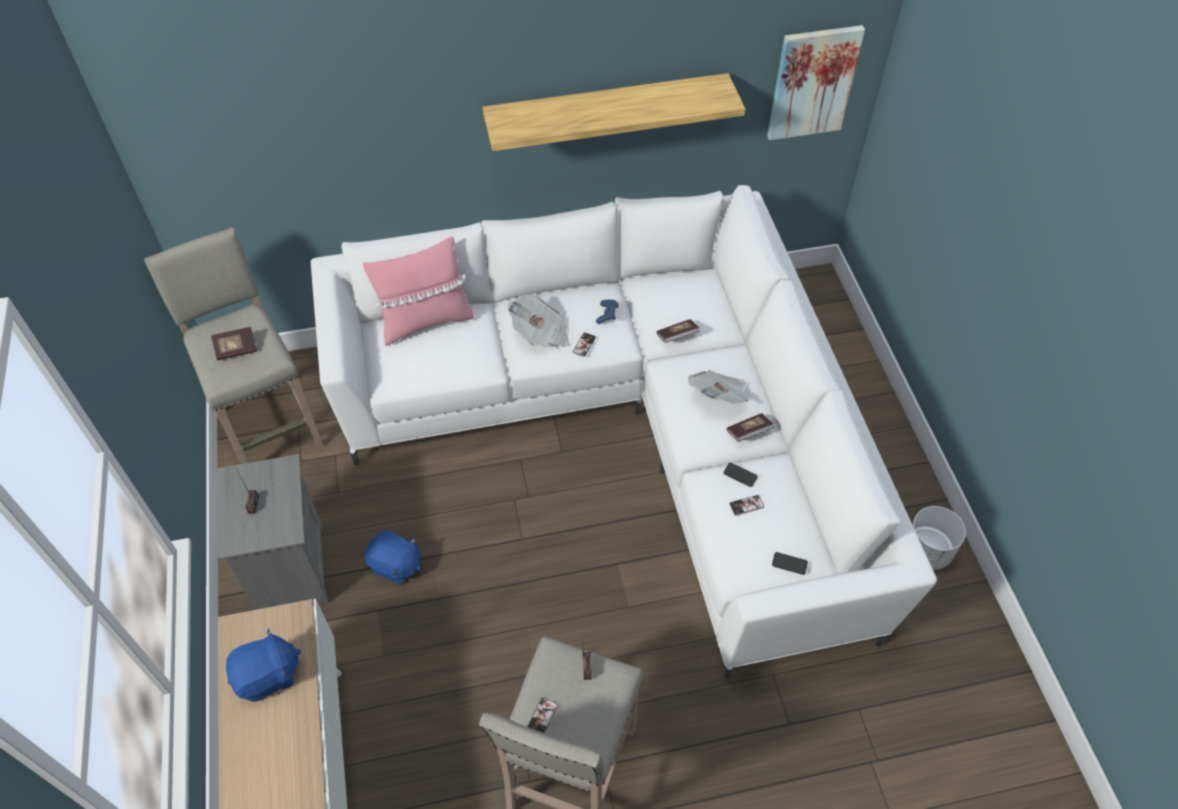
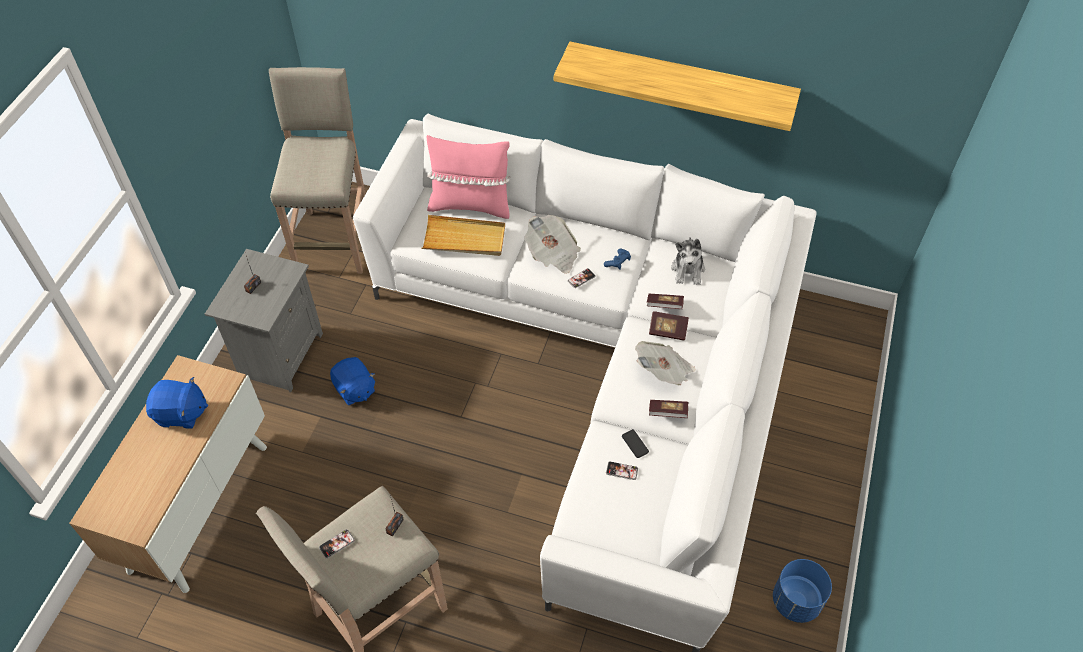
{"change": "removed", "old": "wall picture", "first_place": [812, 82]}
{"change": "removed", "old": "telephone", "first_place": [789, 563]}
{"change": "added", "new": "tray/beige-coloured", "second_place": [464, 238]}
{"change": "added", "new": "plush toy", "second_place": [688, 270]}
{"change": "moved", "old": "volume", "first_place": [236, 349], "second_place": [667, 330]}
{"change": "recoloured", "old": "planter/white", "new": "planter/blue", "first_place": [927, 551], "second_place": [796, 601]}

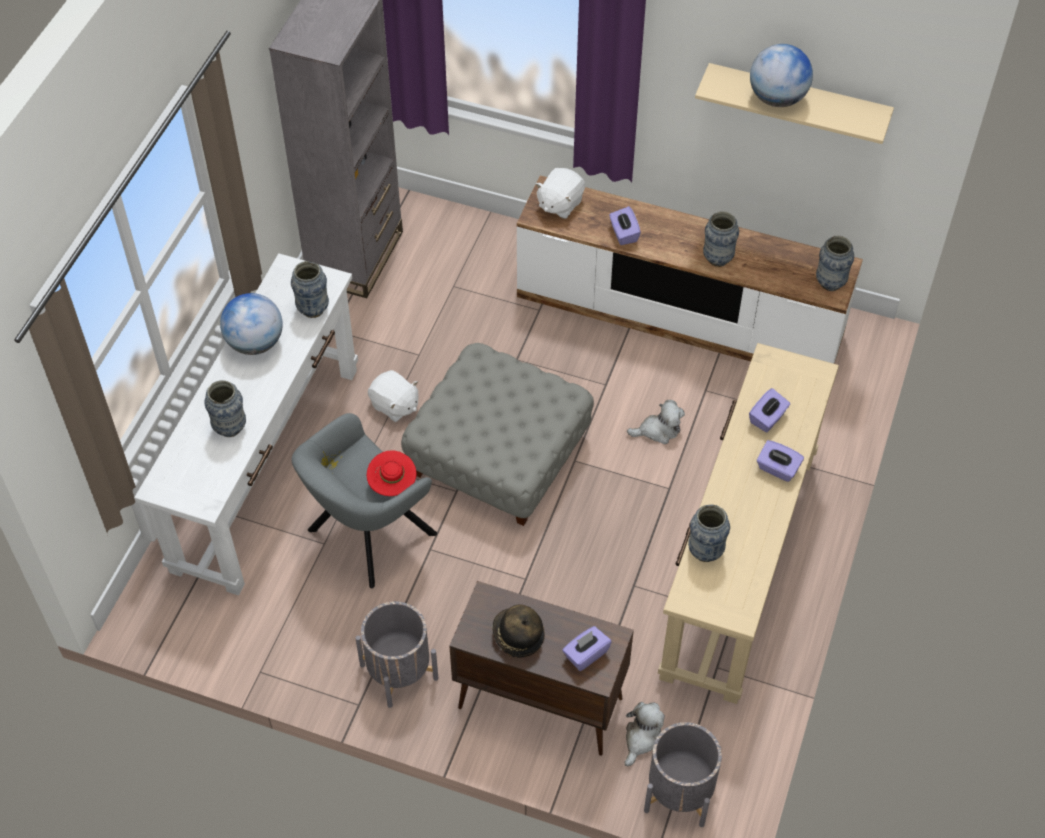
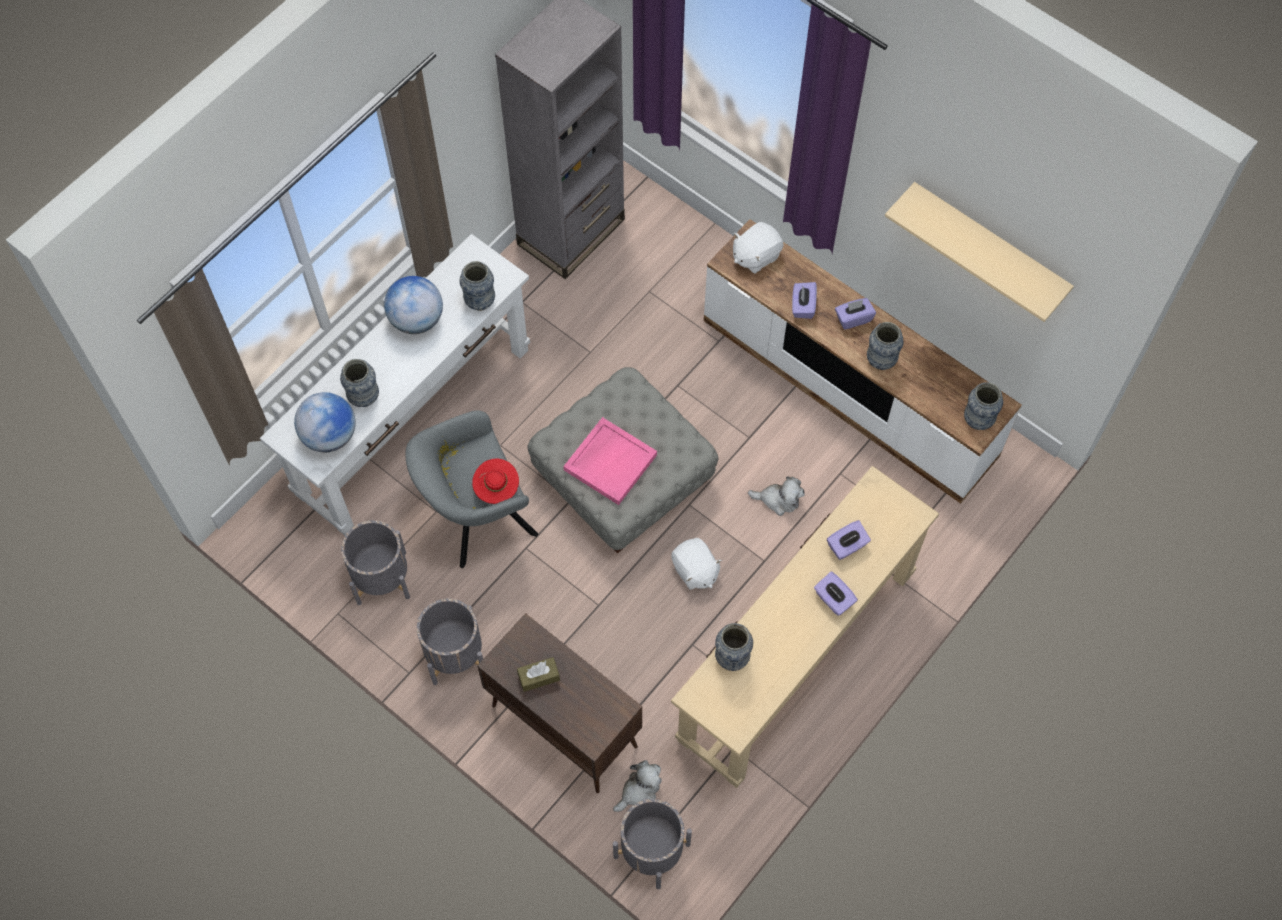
{"change": "added", "new": "planter/grey", "second_place": [381, 577]}
{"change": "added", "new": "tray/pink", "second_place": [610, 461]}
{"change": "moved", "old": "plush toy/white", "first_place": [394, 406], "second_place": [695, 571]}
{"change": "moved", "old": "tissue box/purplish", "first_place": [586, 654], "second_place": [853, 318]}
{"change": "moved", "old": "globe", "first_place": [777, 98], "second_place": [329, 435]}
{"change": "replaced", "old": "wearable hat", "new": "tissue box/brown-coloured", "first_place": [517, 636], "second_place": [539, 677]}

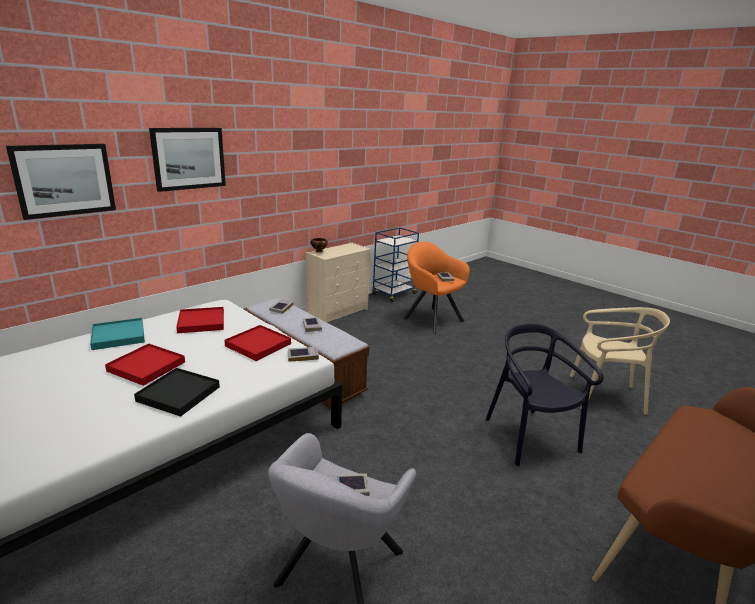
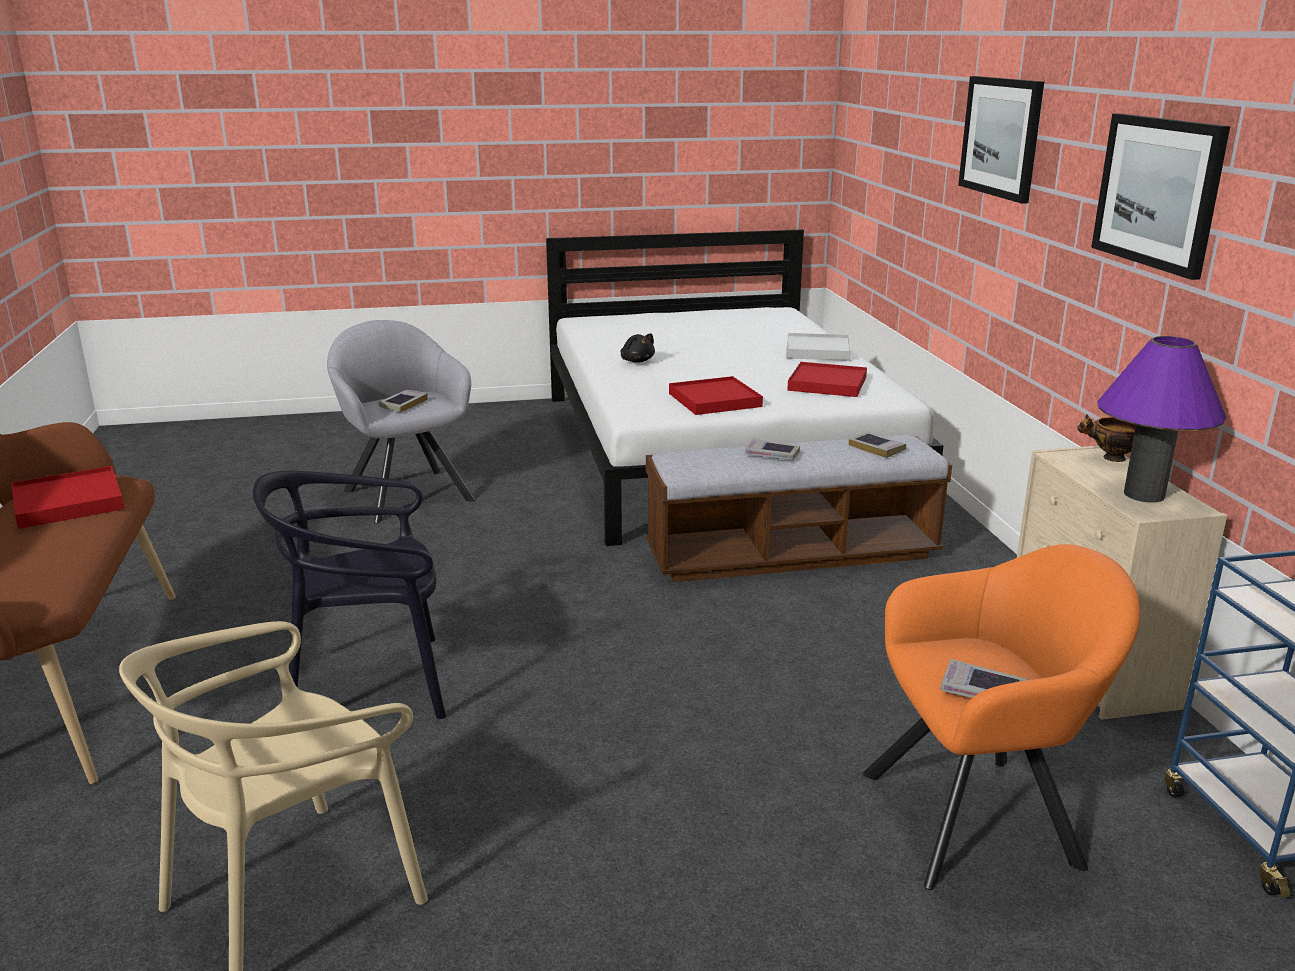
{"change": "removed", "old": "volume", "first_place": [303, 356]}
{"change": "added", "new": "table lamp/purplish", "second_place": [1144, 495]}
{"change": "moved", "old": "wall picture", "first_place": [64, 180], "second_place": [1158, 192]}
{"change": "moved", "old": "tray/red-coloured", "first_place": [146, 366], "second_place": [69, 502]}
{"change": "replaced", "old": "tray/blackish", "new": "plush toy/blackish", "first_place": [178, 394], "second_place": [637, 361]}
{"change": "recoloured", "old": "tray/turquoise", "new": "tray/white", "first_place": [118, 336], "second_place": [818, 351]}
{"change": "turned", "old": "upright chair/blackish", "first_place": [529, 437], "second_place": [369, 686], "degrees": 150}

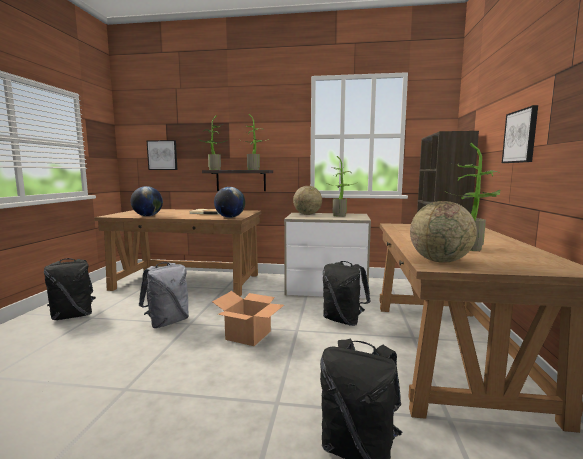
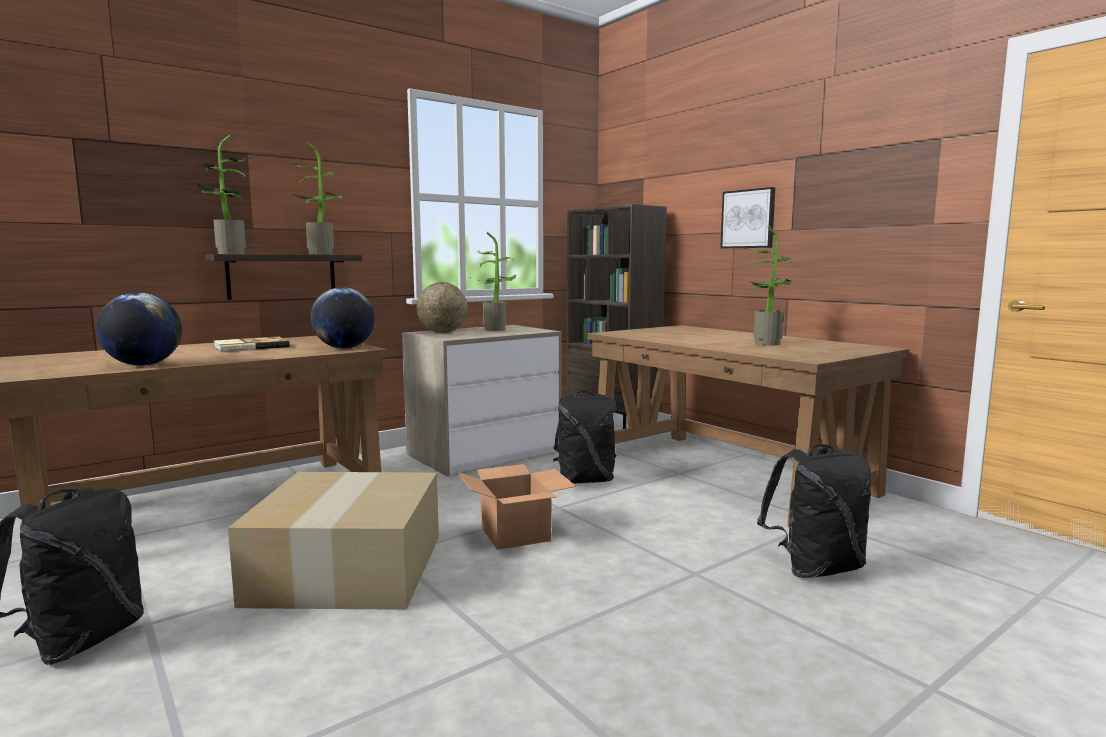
{"change": "removed", "old": "wall picture", "first_place": [162, 155]}
{"change": "removed", "old": "globe", "first_place": [440, 261]}
{"change": "replaced", "old": "knapsack/grey", "new": "carton", "first_place": [167, 322], "second_place": [346, 567]}

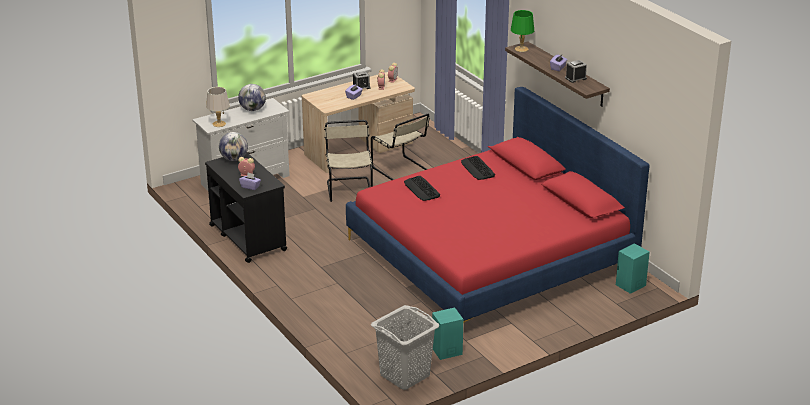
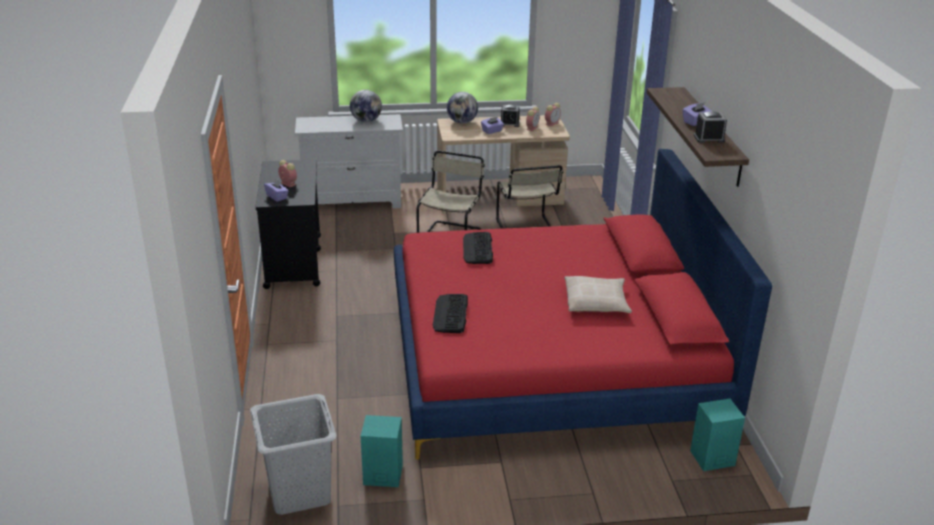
{"change": "removed", "old": "table lamp/grey", "first_place": [219, 124]}
{"change": "removed", "old": "table lamp/green-coloured", "first_place": [521, 49]}
{"change": "added", "new": "throw pillow/beige-coloured", "second_place": [596, 302]}
{"change": "moved", "old": "globe", "first_place": [234, 159], "second_place": [462, 122]}
{"change": "moved", "old": "keyboard", "first_place": [477, 169], "second_place": [451, 314]}

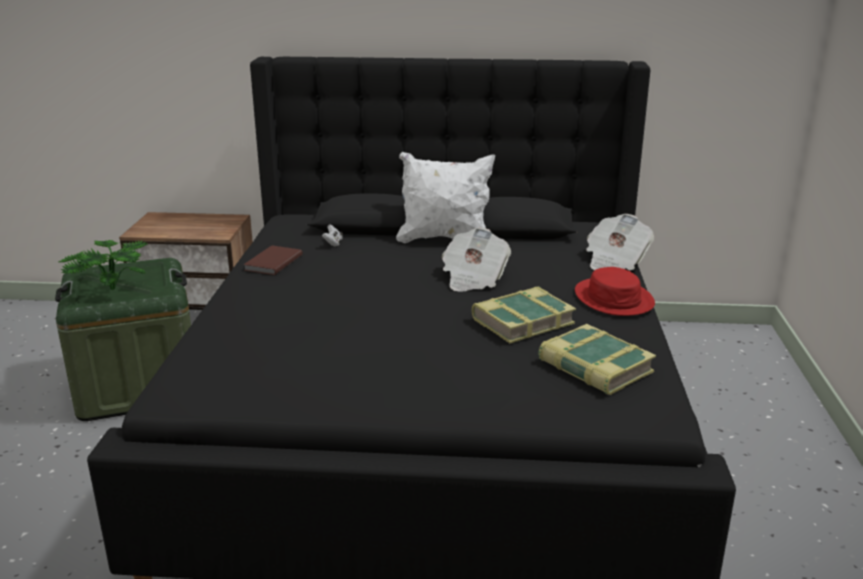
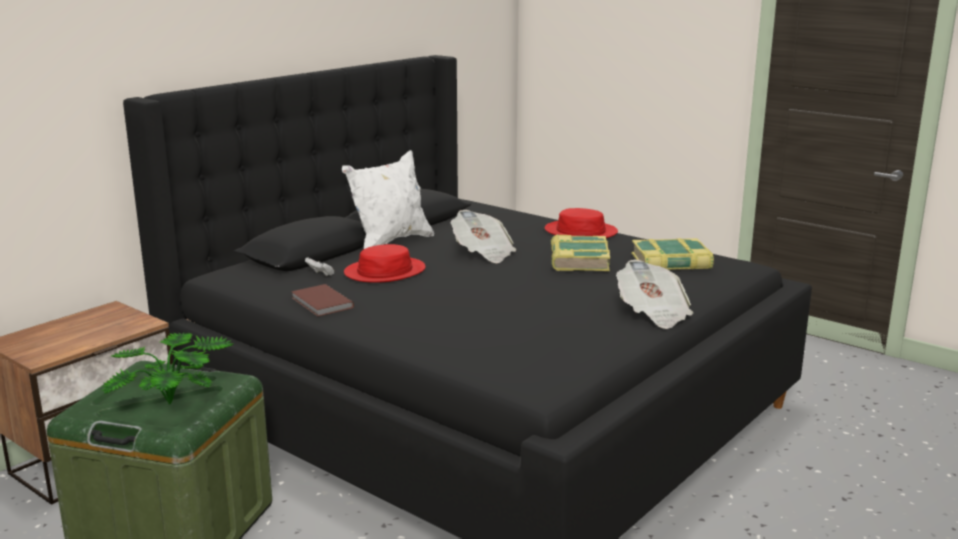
{"change": "added", "new": "wearable hat/red-coloured", "second_place": [384, 271]}
{"change": "moved", "old": "printed paper", "first_place": [615, 261], "second_place": [653, 313]}

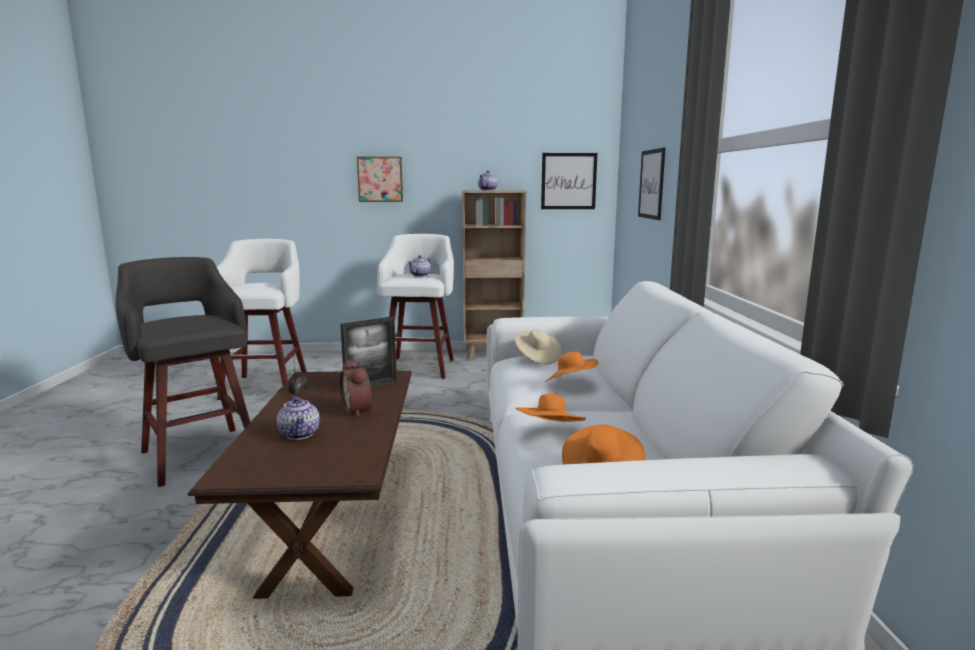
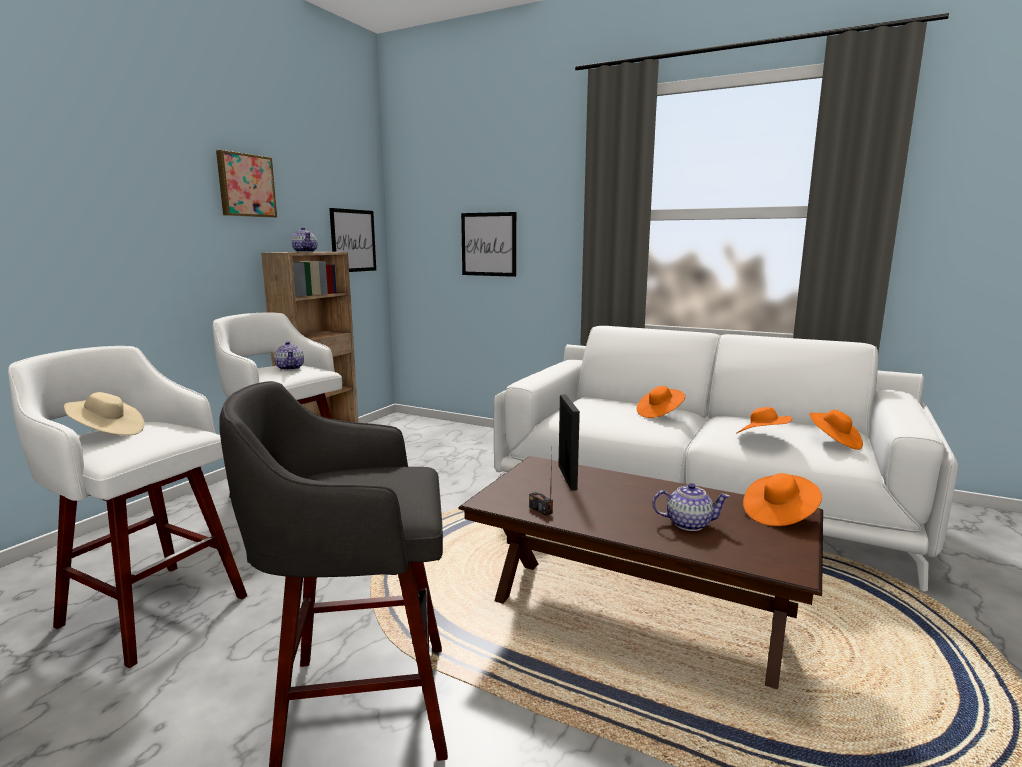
{"change": "removed", "old": "alarm clock", "first_place": [359, 410]}
{"change": "added", "new": "wearable hat/orange-coloured", "second_place": [779, 515]}
{"change": "moved", "old": "wall picture", "first_place": [380, 179], "second_place": [245, 185]}
{"change": "moved", "old": "wearable hat/beige-coloured", "first_place": [537, 358], "second_place": [107, 433]}

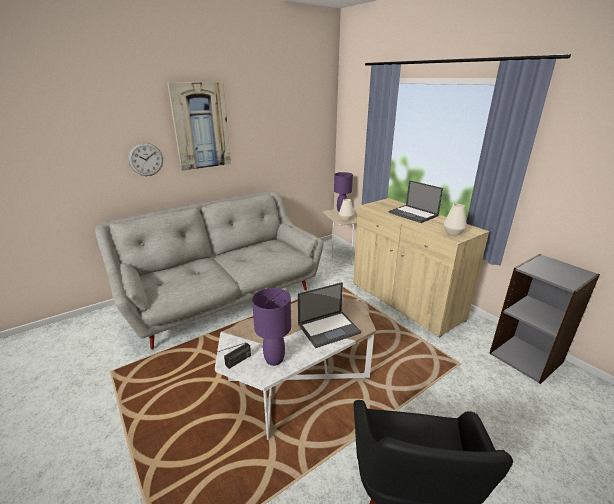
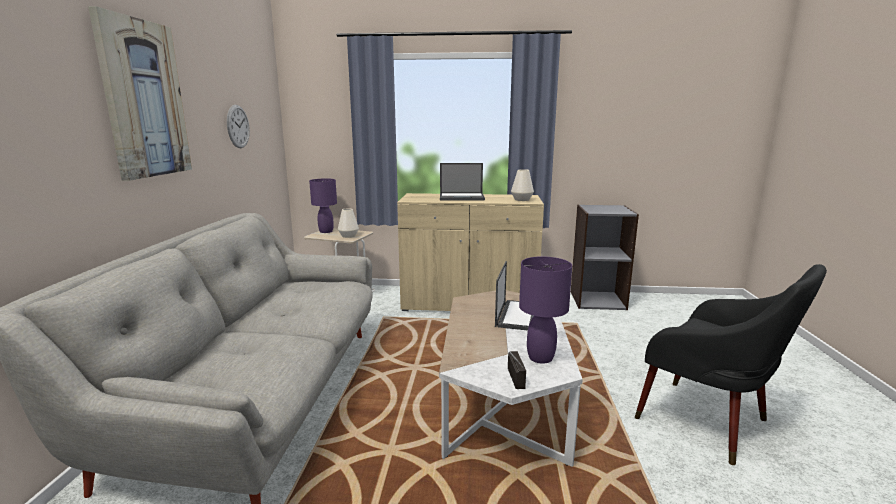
{"change": "moved", "old": "clock on the wall", "first_place": [146, 159], "second_place": [238, 126]}

